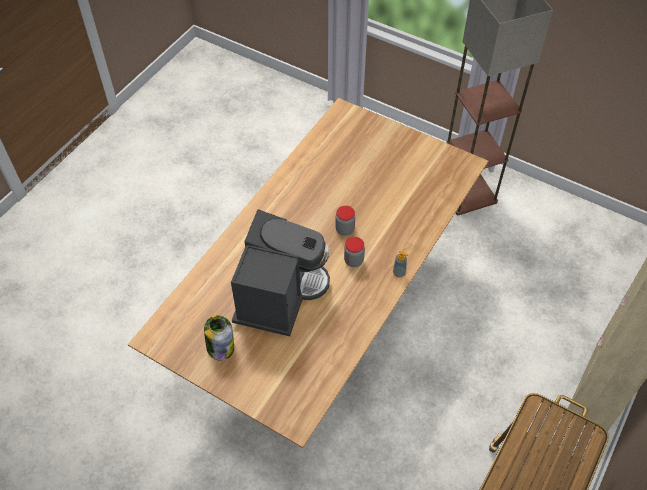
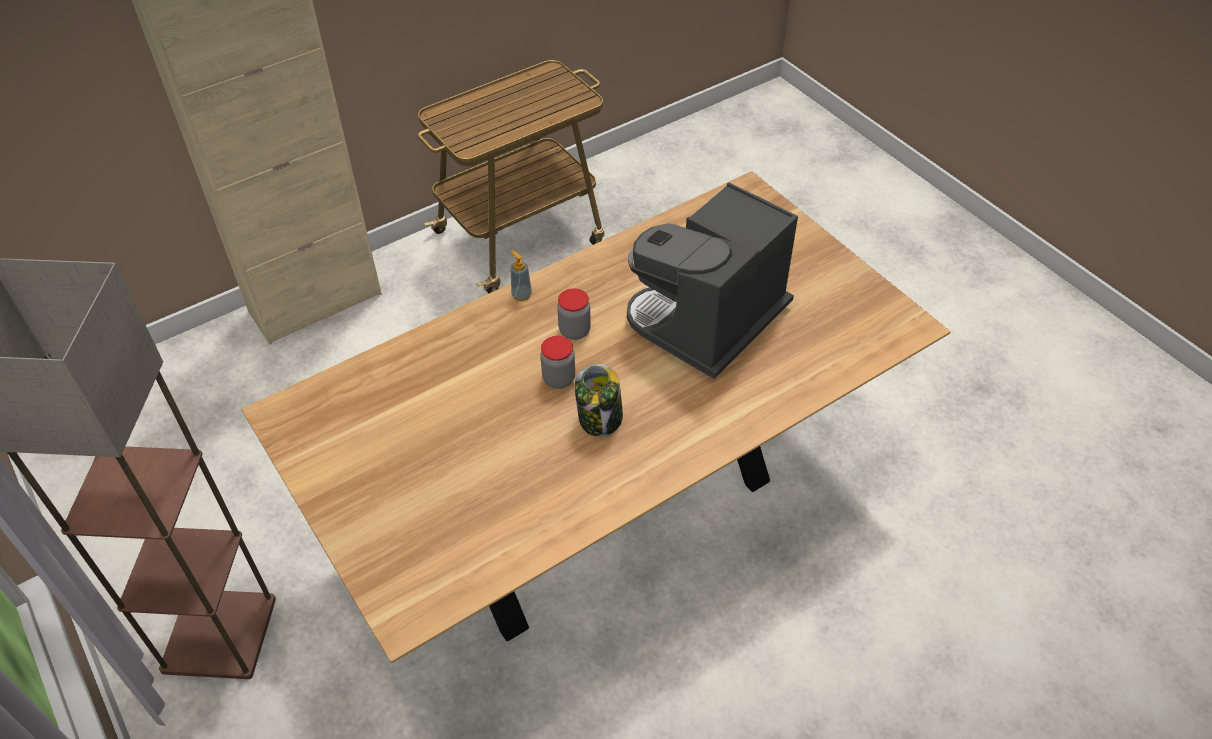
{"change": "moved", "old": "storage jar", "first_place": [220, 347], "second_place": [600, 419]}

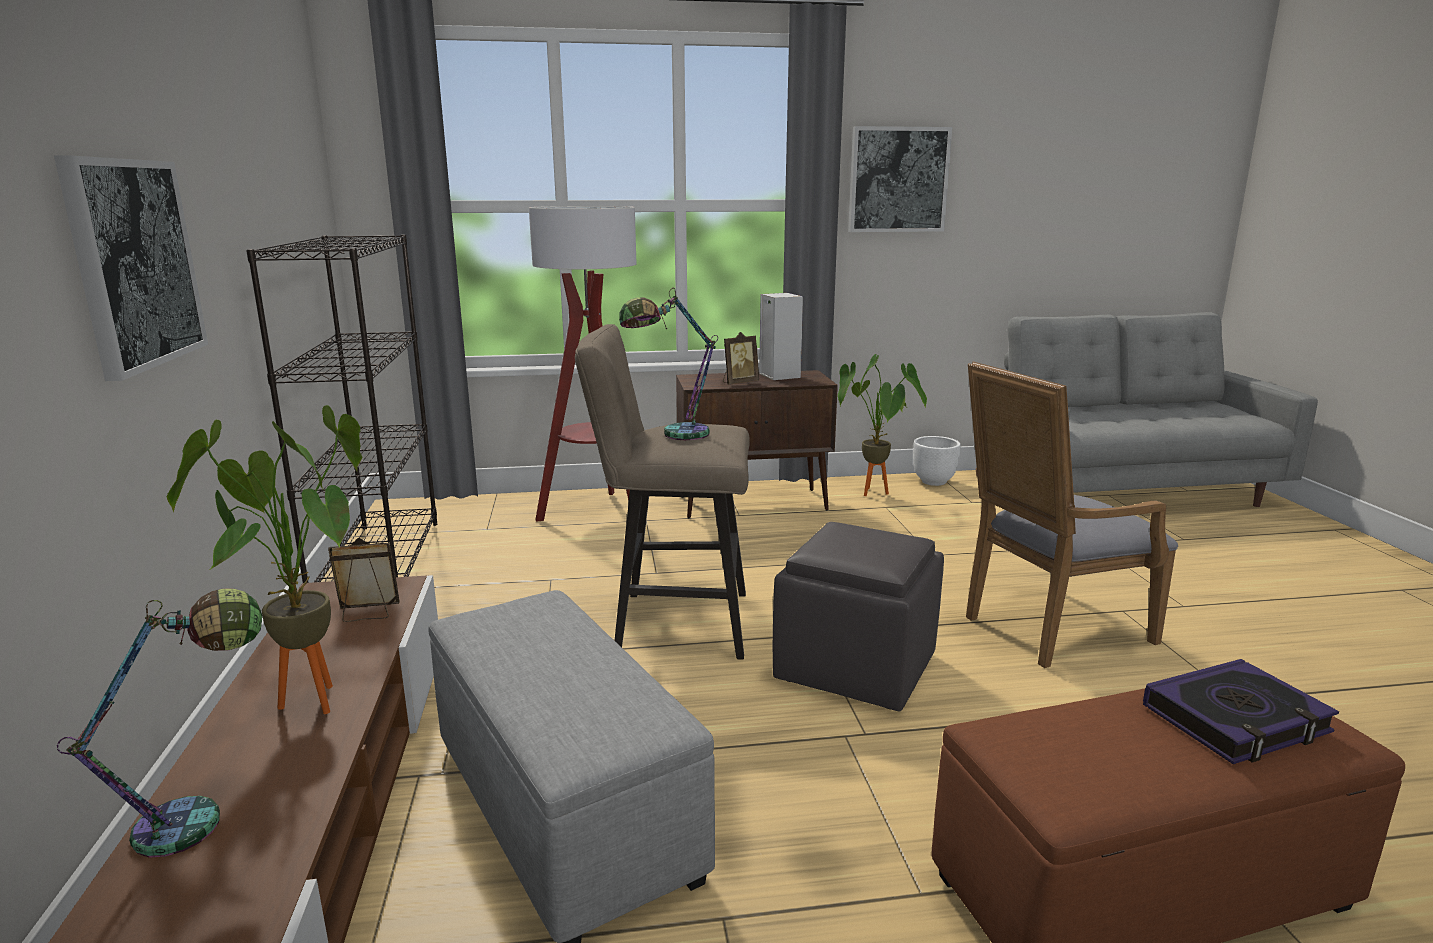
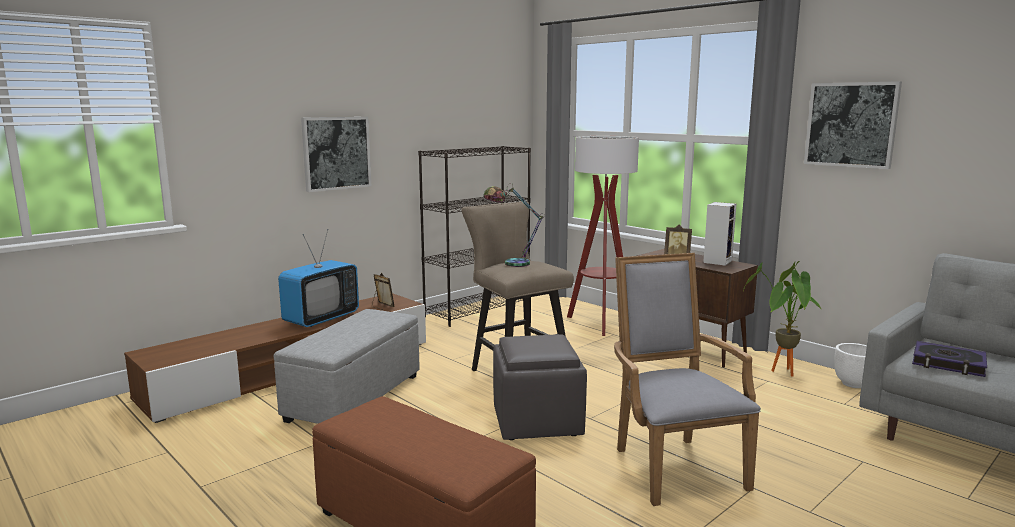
{"change": "removed", "old": "table lamp", "first_place": [204, 818]}
{"change": "moved", "old": "volume", "first_place": [1236, 720], "second_place": [948, 364]}
{"change": "replaced", "old": "houseplant", "new": "television", "first_place": [309, 695], "second_place": [321, 319]}
{"change": "turned", "old": "easy chair/grey", "first_place": [1046, 629], "second_place": [672, 465], "degrees": 45}

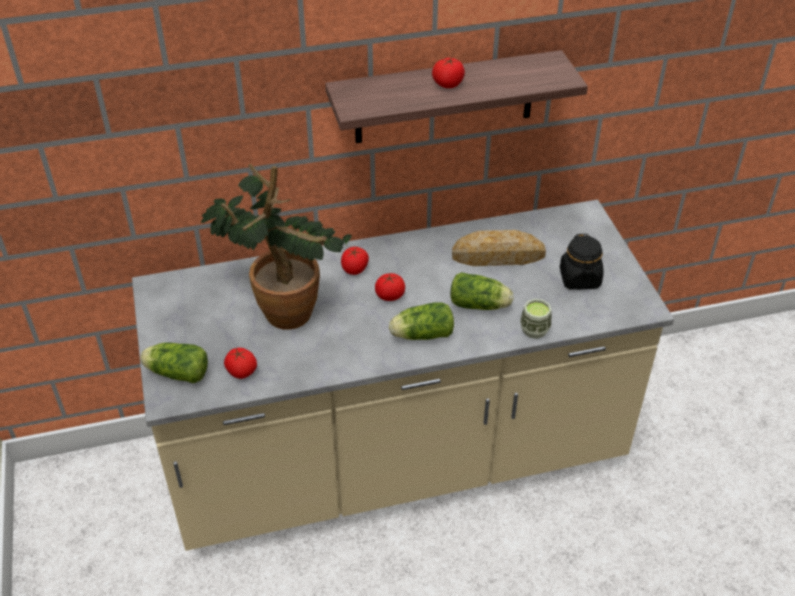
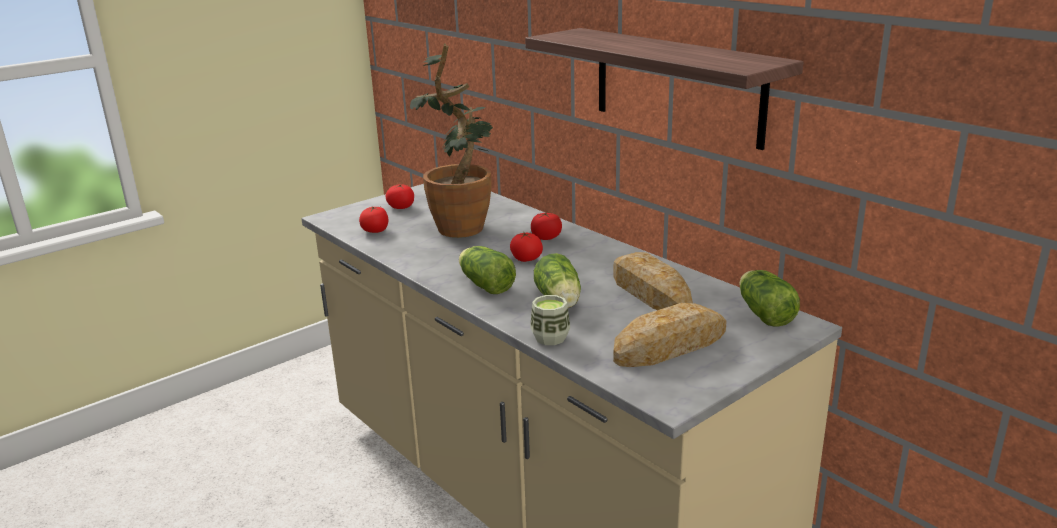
{"change": "moved", "old": "lettuce head", "first_place": [176, 373], "second_place": [763, 313]}
{"change": "moved", "old": "tomato", "first_place": [448, 84], "second_place": [401, 207]}
{"change": "replaced", "old": "storage jar/blackish", "new": "baked bread", "first_place": [580, 279], "second_place": [670, 345]}

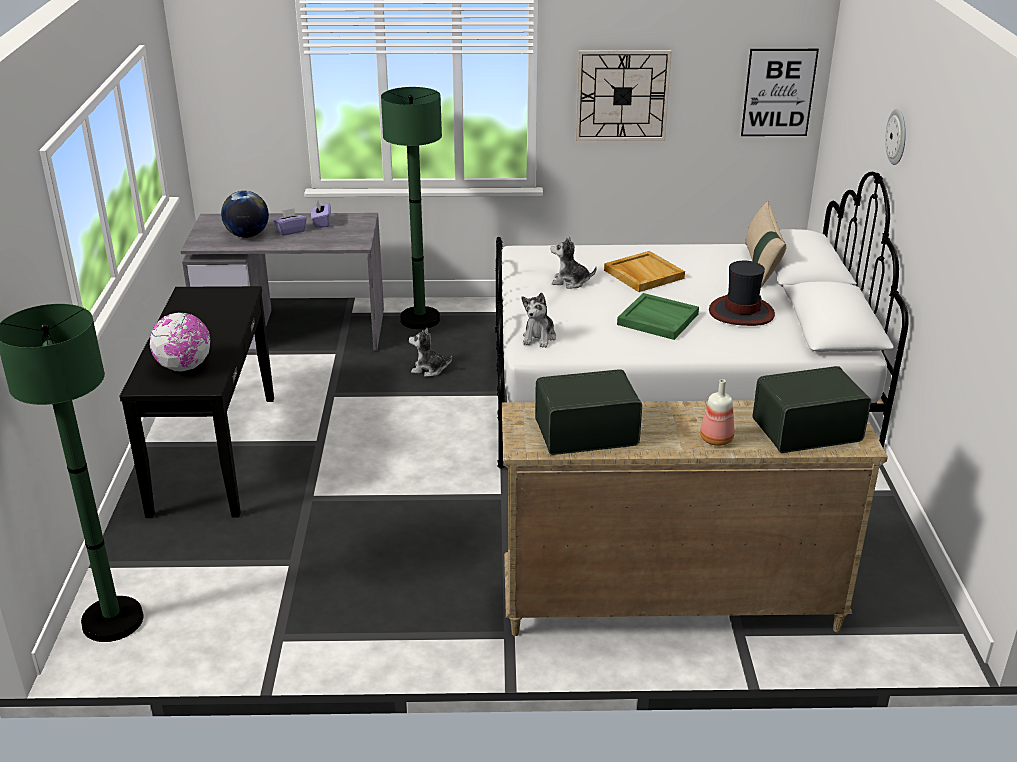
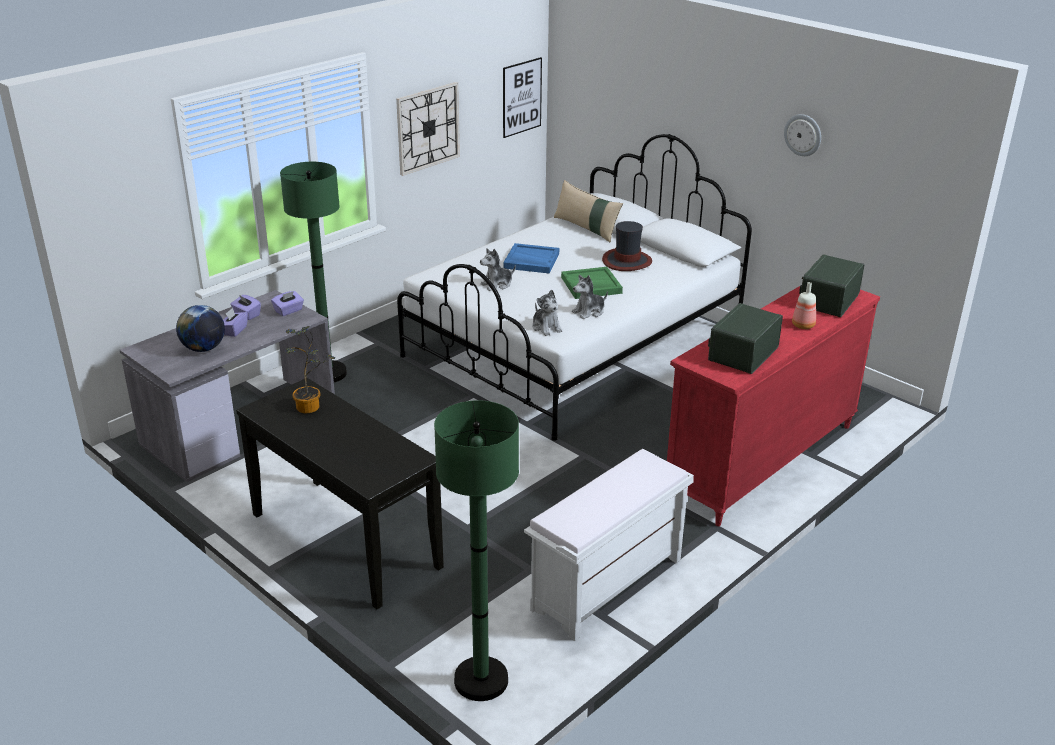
{"change": "removed", "old": "globe", "first_place": [184, 367]}
{"change": "added", "new": "tissue box/purplish", "second_place": [289, 311]}
{"change": "added", "new": "houseplant", "second_place": [311, 407]}
{"change": "added", "new": "long seat/white", "second_place": [606, 586]}
{"change": "moved", "old": "plush toy", "first_place": [429, 370], "second_place": [589, 312]}
{"change": "moved", "old": "clock on the wall", "first_place": [897, 137], "second_place": [803, 135]}
{"change": "recoloured", "old": "dresser/beige-coloured", "new": "dresser/red-coloured", "first_place": [669, 604], "second_place": [761, 461]}
{"change": "recoloured", "old": "tray/beige-coloured", "new": "tray/blue", "first_place": [643, 274], "second_place": [531, 261]}

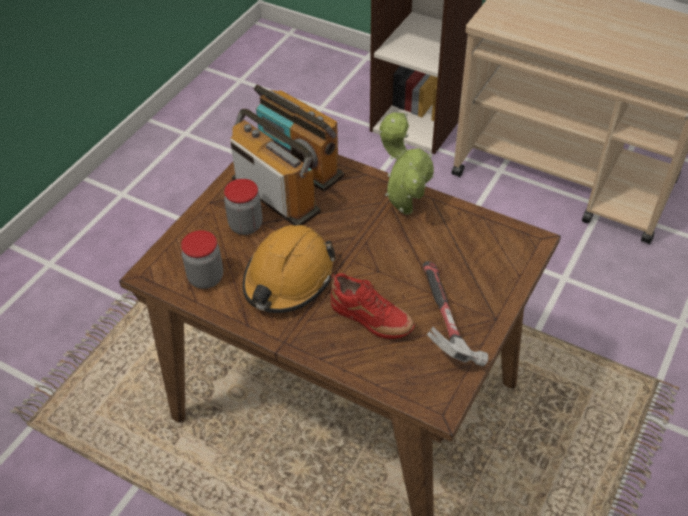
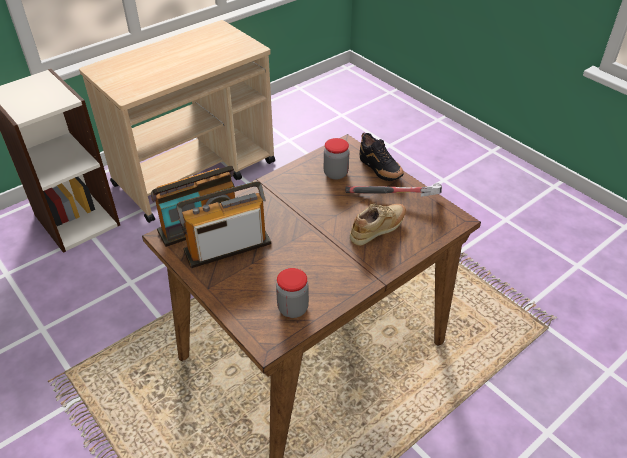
{"change": "removed", "old": "safety helmet/orange-coloured", "first_place": [288, 279]}
{"change": "removed", "old": "houseplant", "first_place": [403, 207]}
{"change": "added", "new": "shoe/blackish", "second_place": [380, 170]}
{"change": "moved", "old": "storage jar", "first_place": [246, 225], "second_place": [335, 173]}
{"change": "recoloured", "old": "shoe/red-coloured", "new": "shoe/beige-coloured", "first_place": [371, 321], "second_place": [378, 230]}

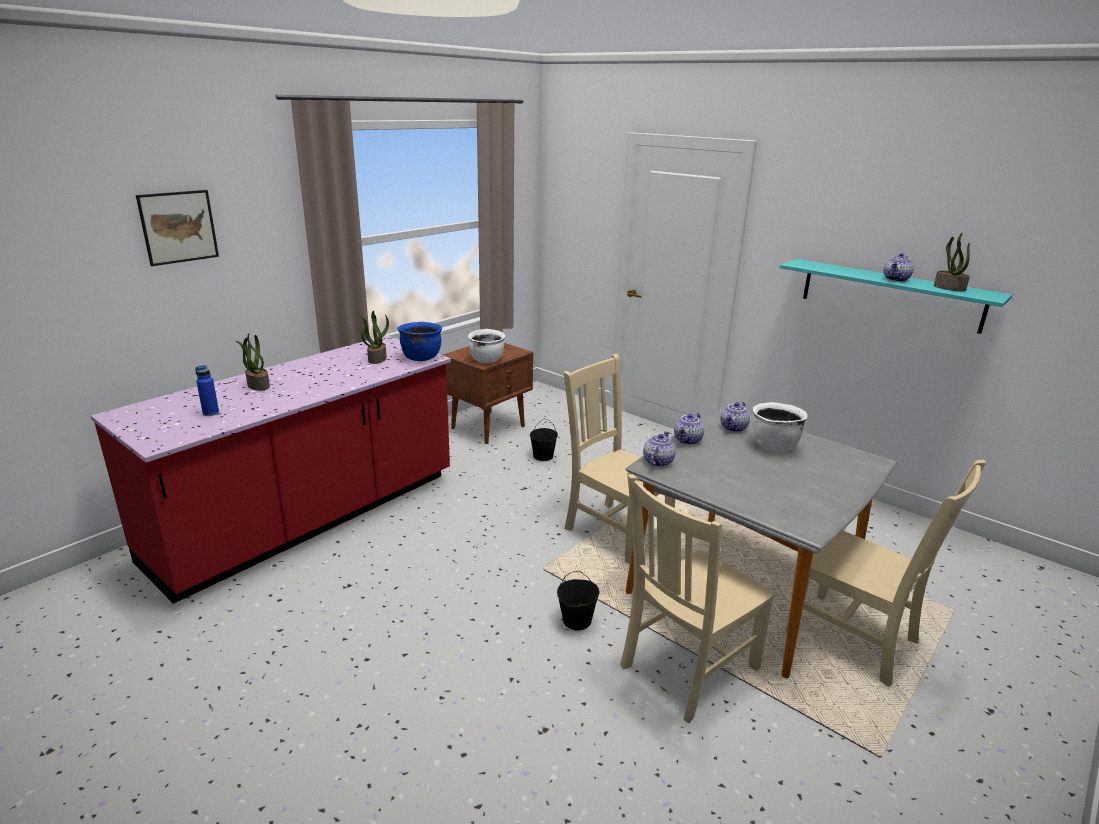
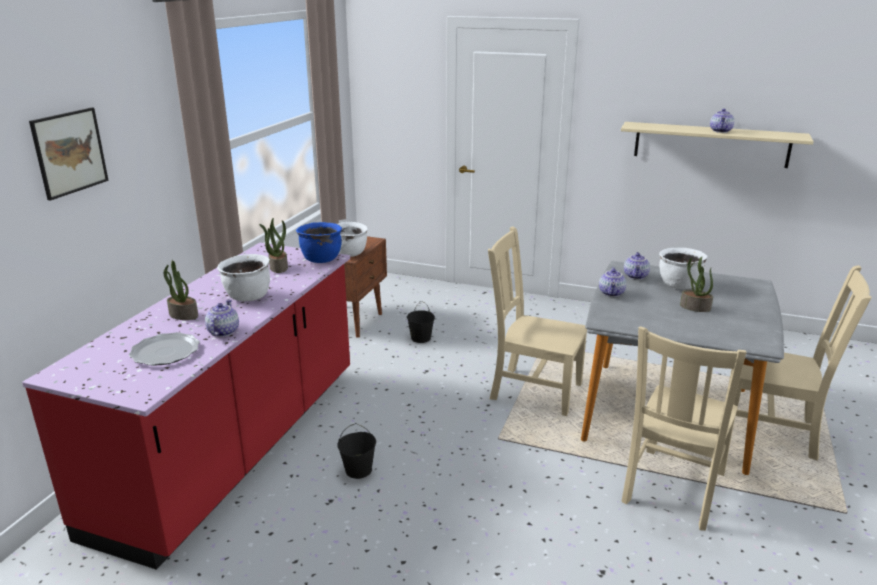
{"change": "added", "new": "saucepot/white", "second_place": [248, 297]}
{"change": "moved", "old": "water bucket/blackish", "first_place": [577, 620], "second_place": [358, 470]}
{"change": "moved", "old": "teapot", "first_place": [657, 462], "second_place": [223, 332]}
{"change": "moved", "old": "houseplant", "first_place": [948, 288], "second_place": [694, 307]}
{"change": "replaced", "old": "bottle/blue", "new": "dinner plate", "first_place": [211, 413], "second_place": [165, 352]}
{"change": "recoloured", "old": "bracket shelf/turquoise", "new": "bracket shelf/beige-coloured", "first_place": [890, 295], "second_place": [711, 144]}

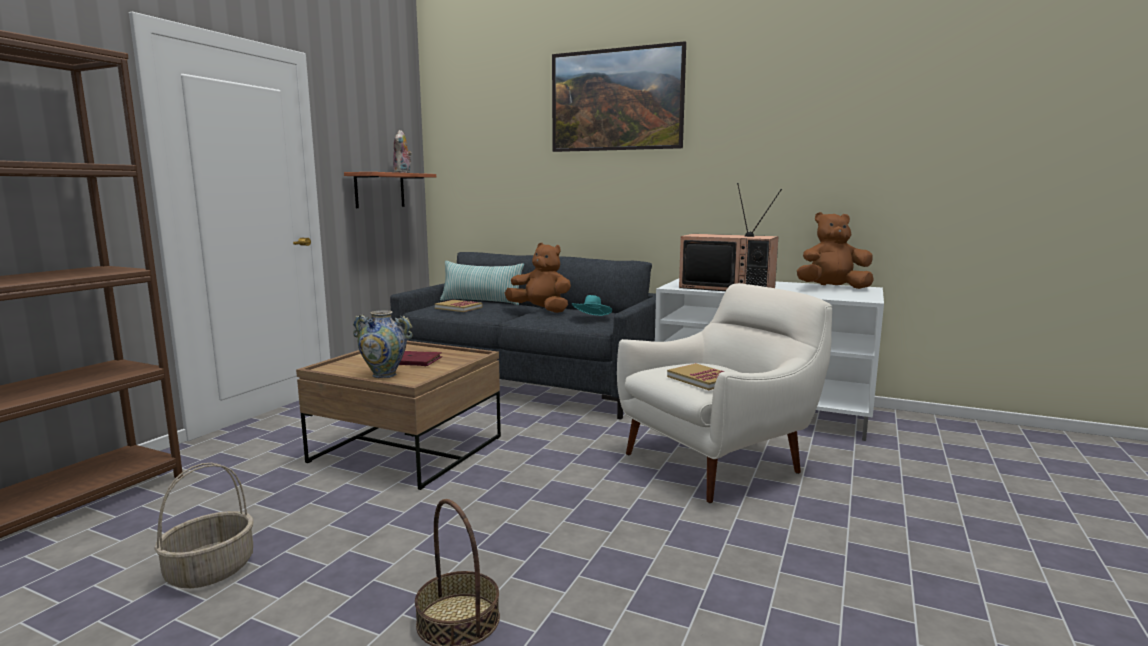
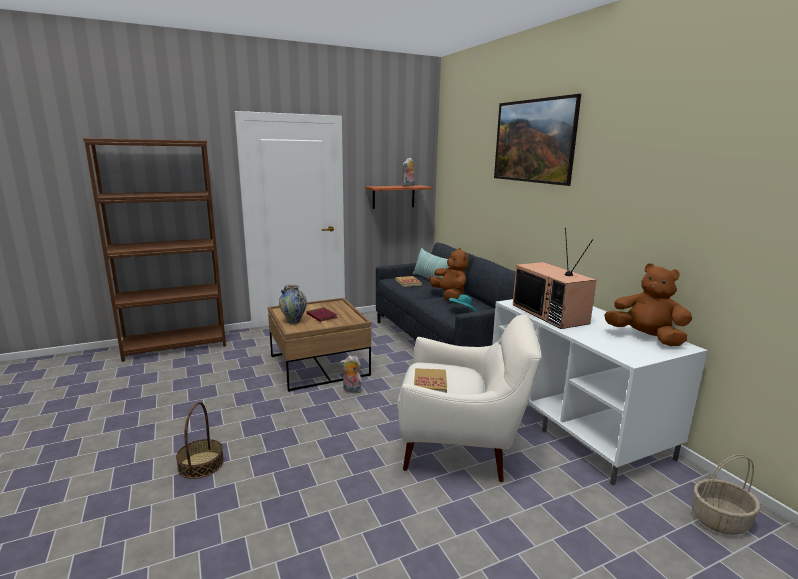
{"change": "added", "new": "plush toy", "second_place": [351, 390]}
{"change": "moved", "old": "household basket", "first_place": [211, 570], "second_place": [720, 519]}

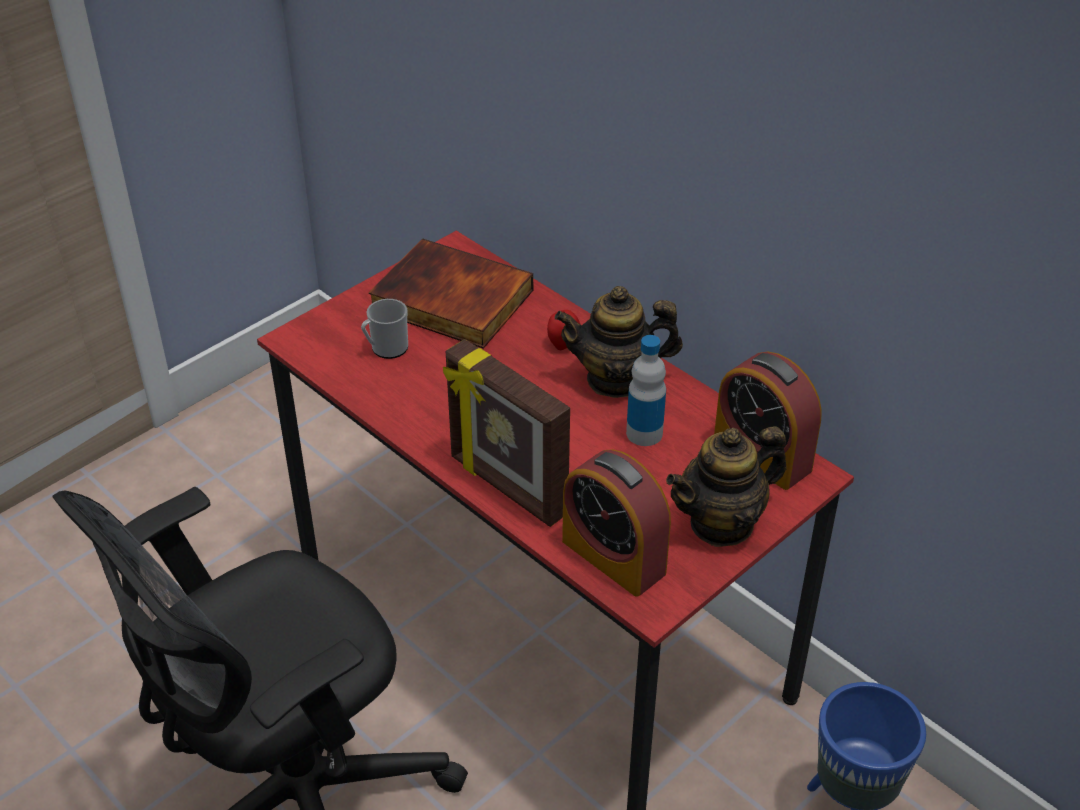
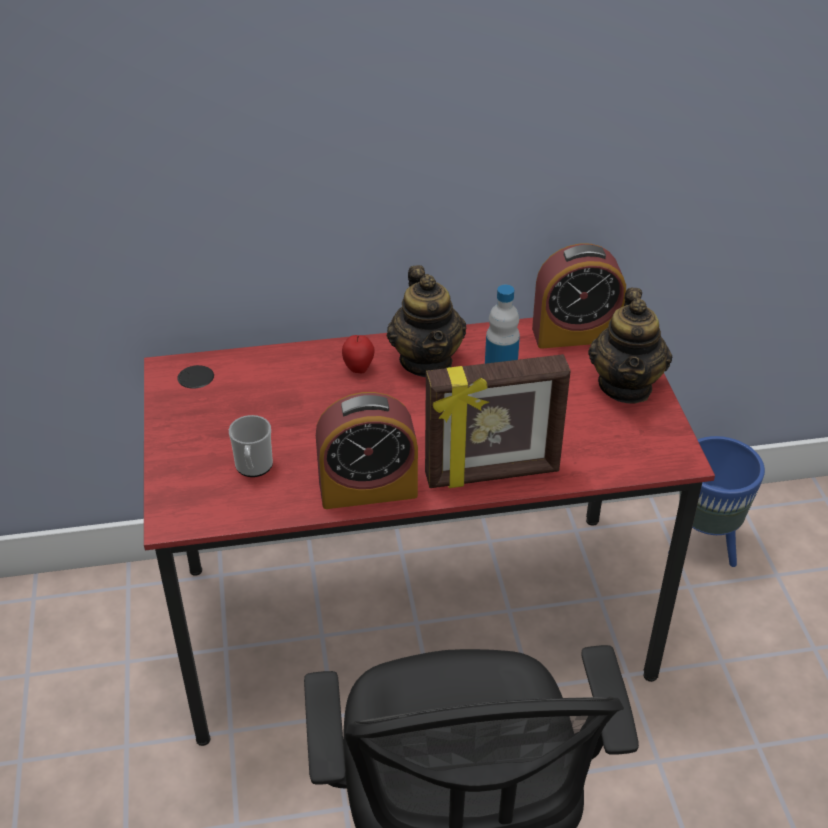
{"change": "removed", "old": "volume", "first_place": [449, 301]}
{"change": "moved", "old": "alarm clock", "first_place": [613, 556], "second_place": [368, 489]}
{"change": "turned", "old": "teapot", "first_place": [616, 379], "second_place": [427, 361], "degrees": -45}

